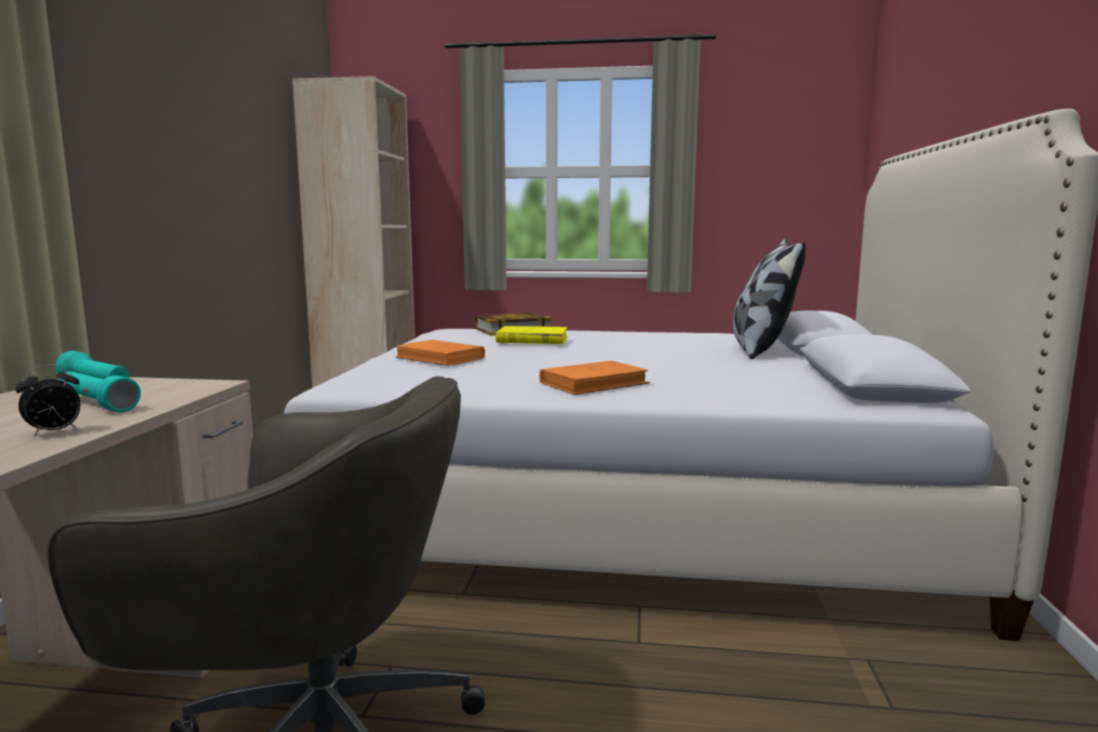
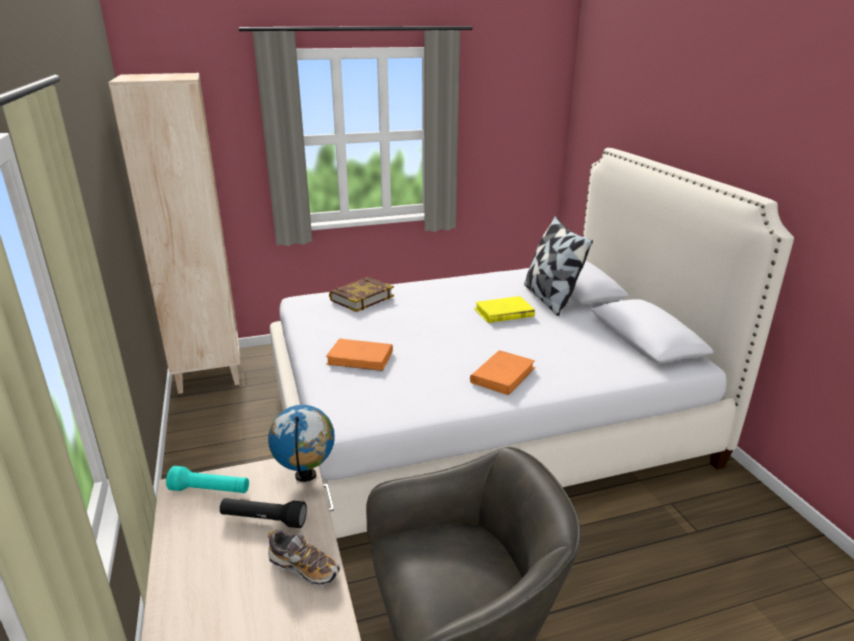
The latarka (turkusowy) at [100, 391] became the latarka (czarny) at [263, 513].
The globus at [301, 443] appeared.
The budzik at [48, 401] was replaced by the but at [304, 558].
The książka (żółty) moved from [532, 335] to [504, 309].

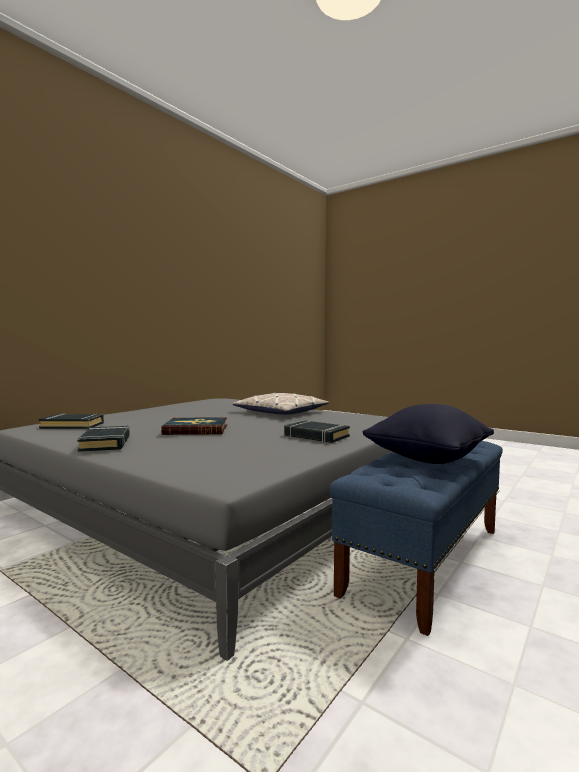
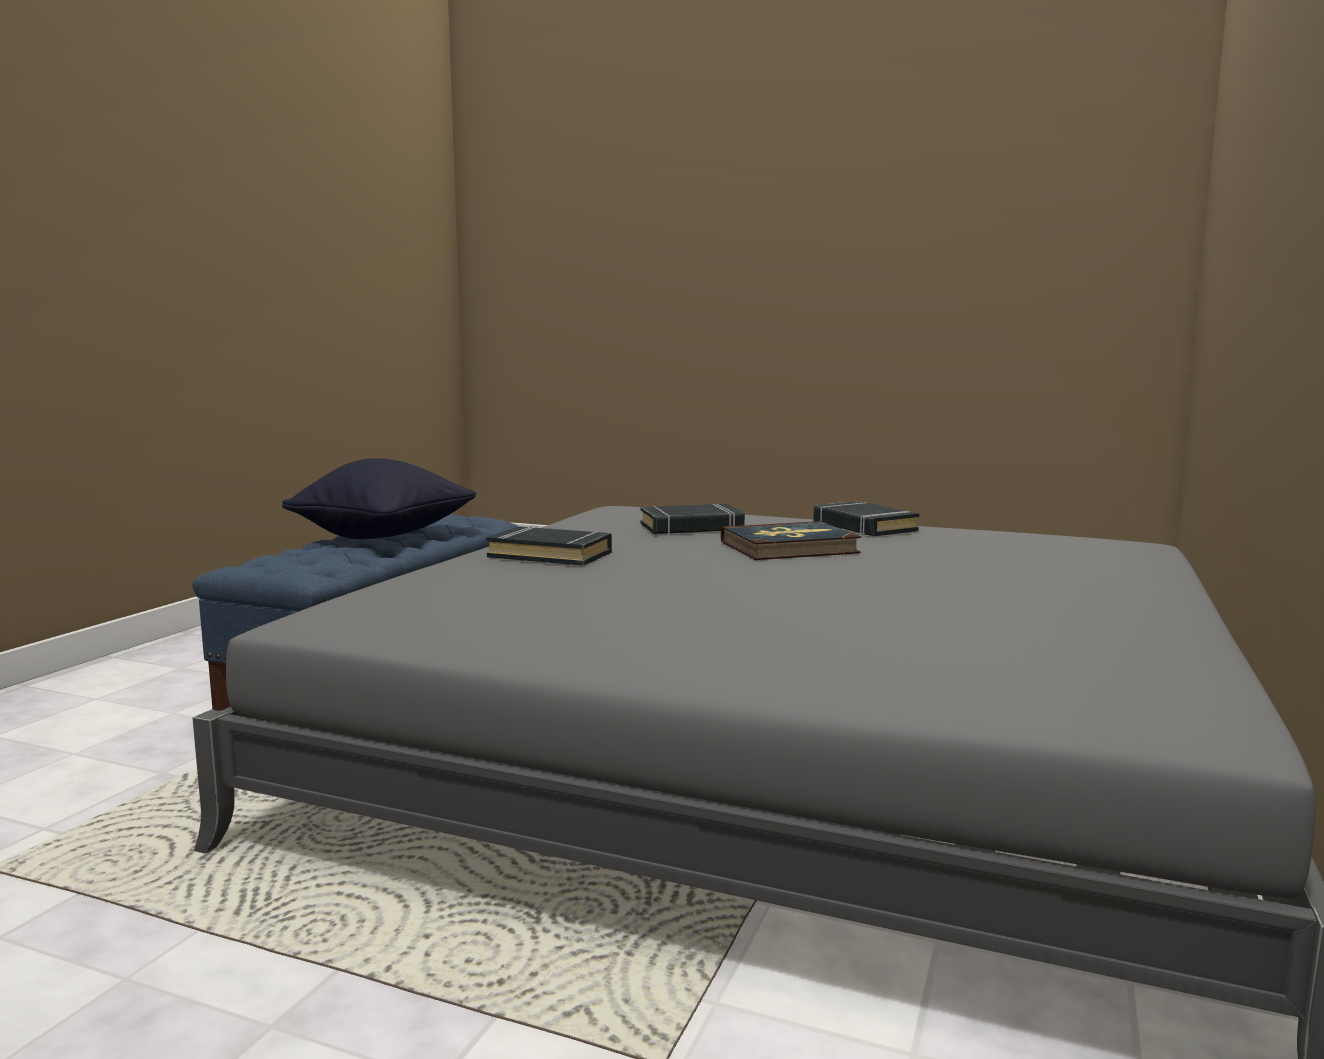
The książka (czarny) moved from [71, 421] to [693, 519].
The poduszka at [281, 404] disappeared.

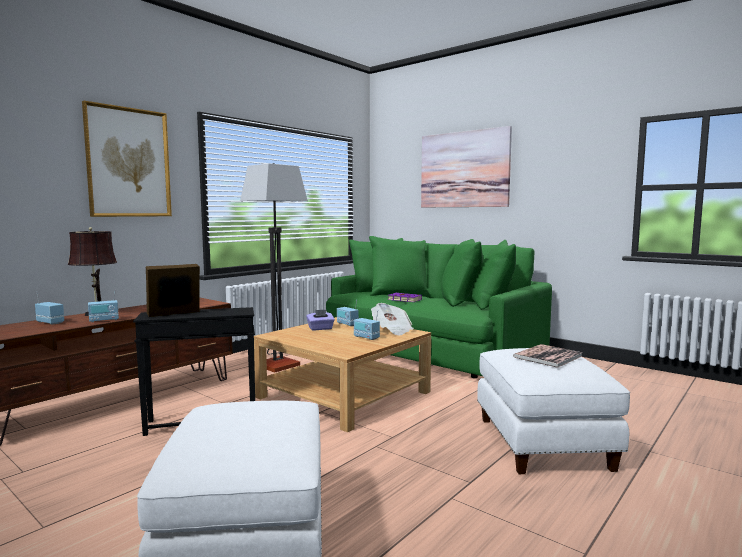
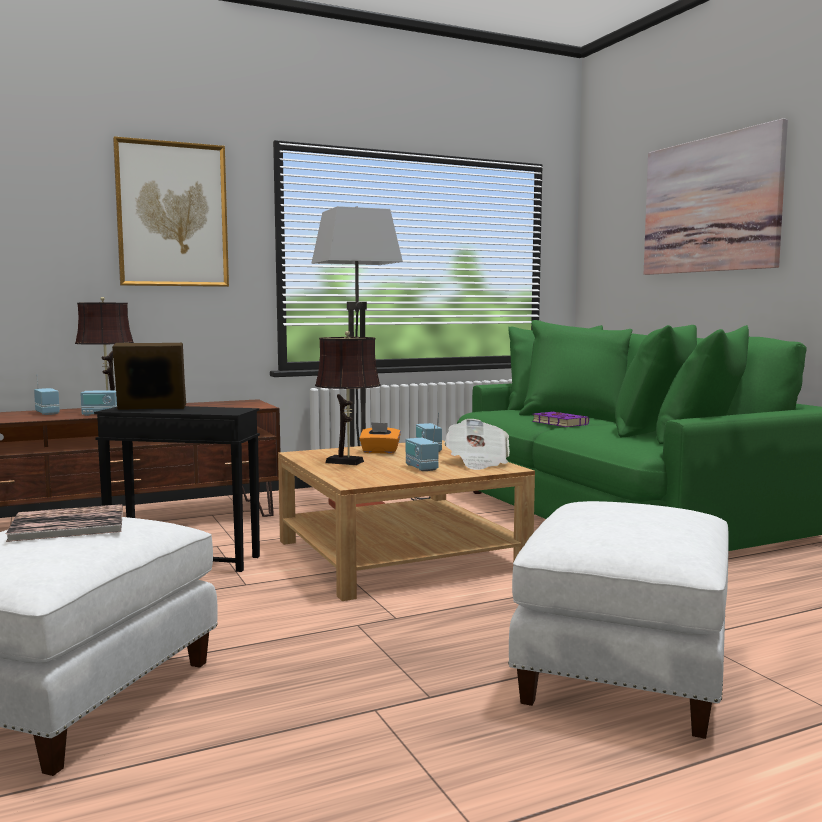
The książka moved from [548, 356] to [64, 523].
The lampa stołowa (brązowy) at [348, 398] appeared.
The pudełko chusteczek (fioletowy) at [320, 319] became the pudełko chusteczek (pomarańczowy) at [380, 438].

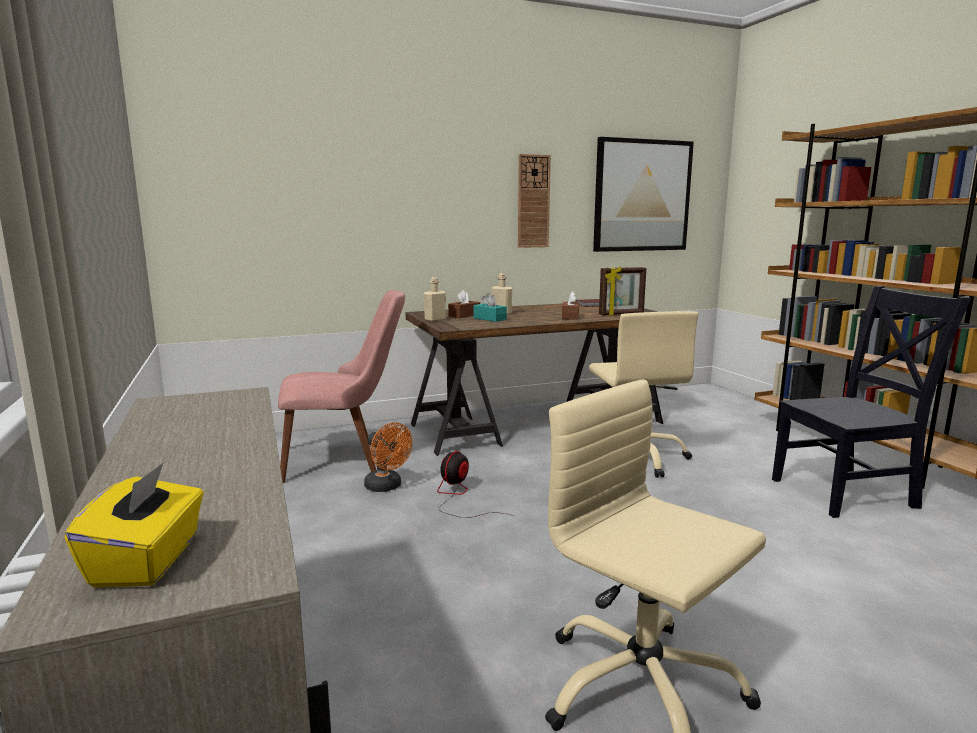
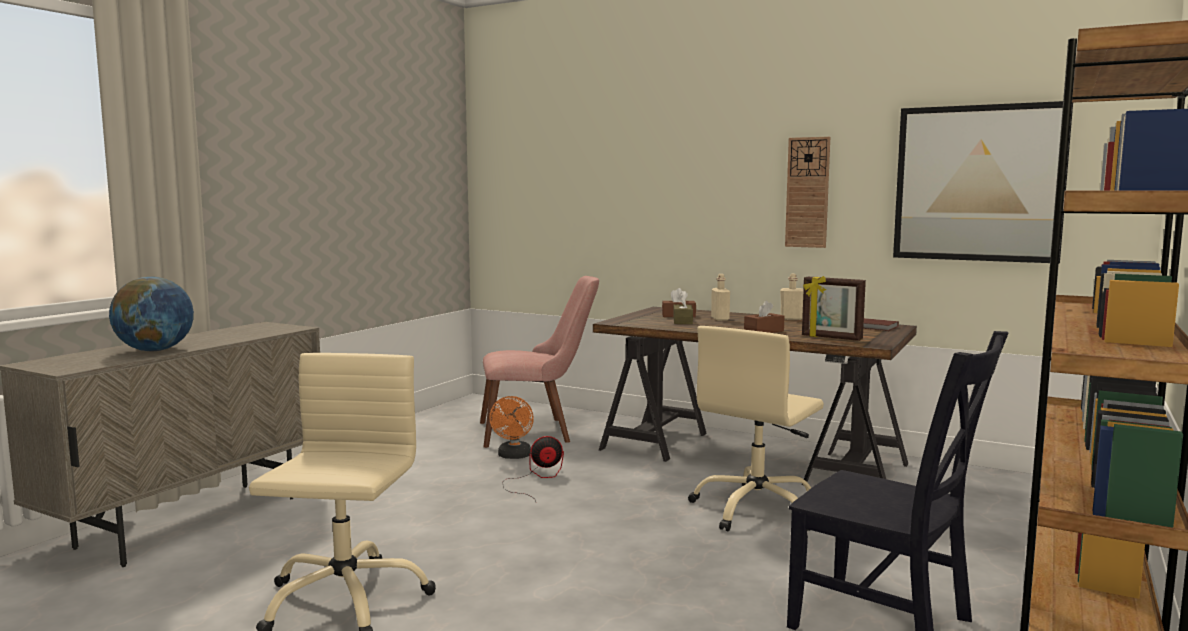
The globus at [151, 314] appeared.
The krzesło (różowy) at [341, 386] turned 45 degrees counterclockwise.
The pudełko chusteczek (turkusowy) at [490, 307] became the pudełko chusteczek (brązowy) at [683, 308].
The butelka (beżowy) moved from [435, 299] to [792, 297].
The pudełko chusteczek (żółty) at [134, 525] disappeared.

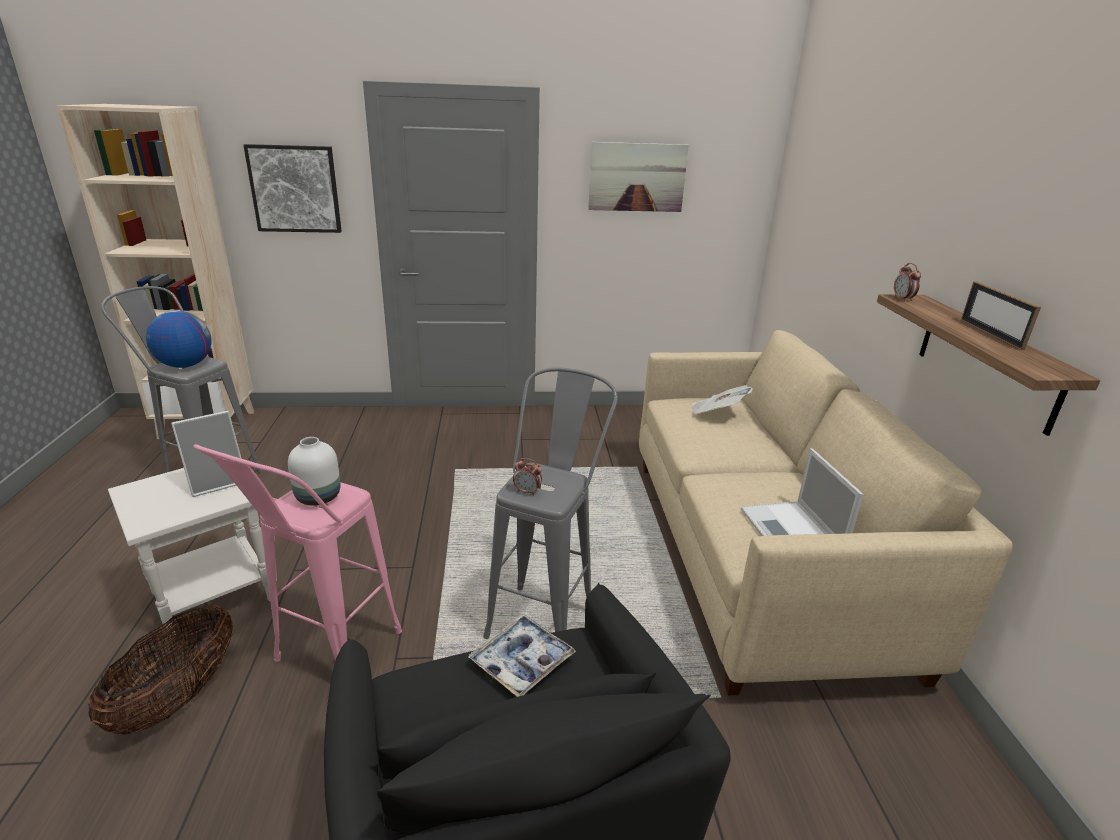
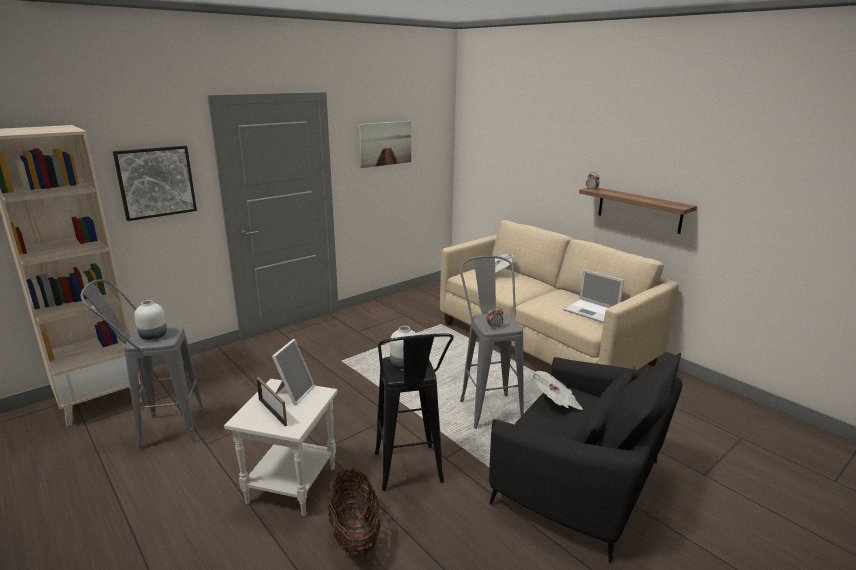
The globus at [179, 339] was replaced by the wazon (biały) at [150, 320].
The ramka na zdjęcie moved from [1001, 315] to [271, 401].
The stołek (różowy) at [297, 553] became the stołek (czarny) at [414, 412].
The taca at [522, 655] was replaced by the gazeta at [557, 390].

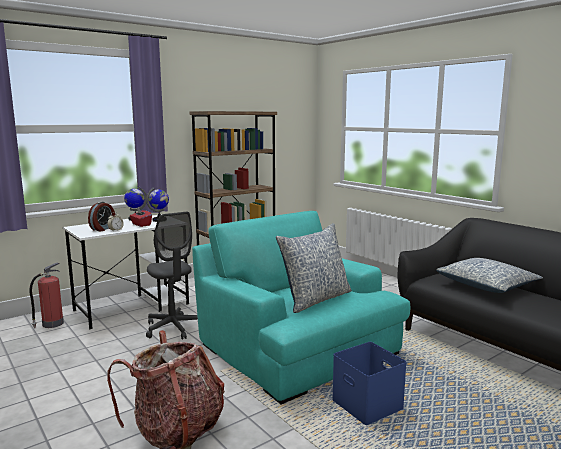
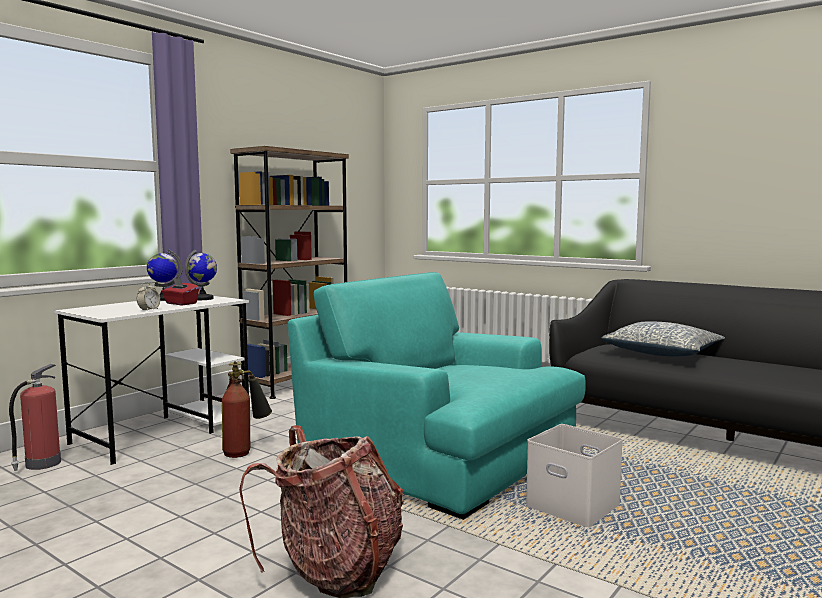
The krzesło biurowe (szary) at [172, 276] was replaced by the gaśnica at [247, 409].
The pojemnik do przechowywania (niebieski) at [370, 383] became the pojemnik do przechowywania (biały) at [574, 475].
The budzik at [102, 216] disappeared.
The poduszka at [314, 268] disappeared.

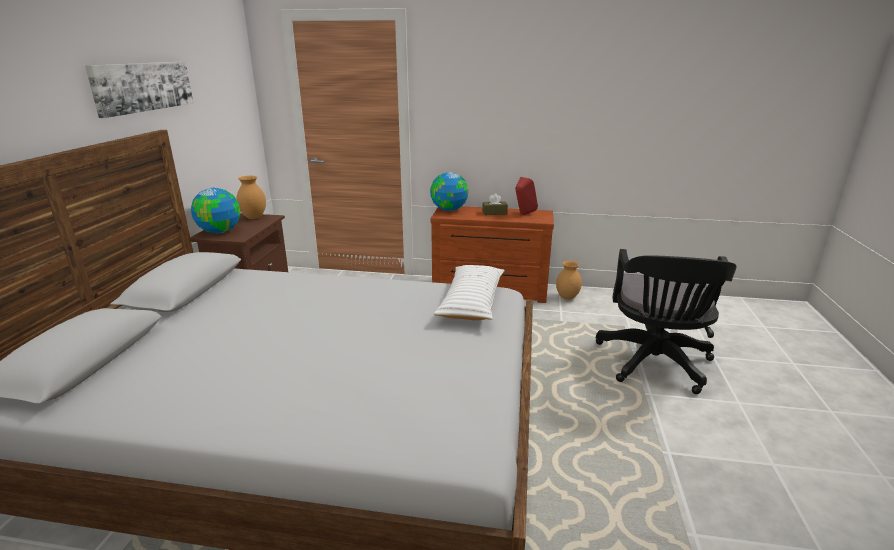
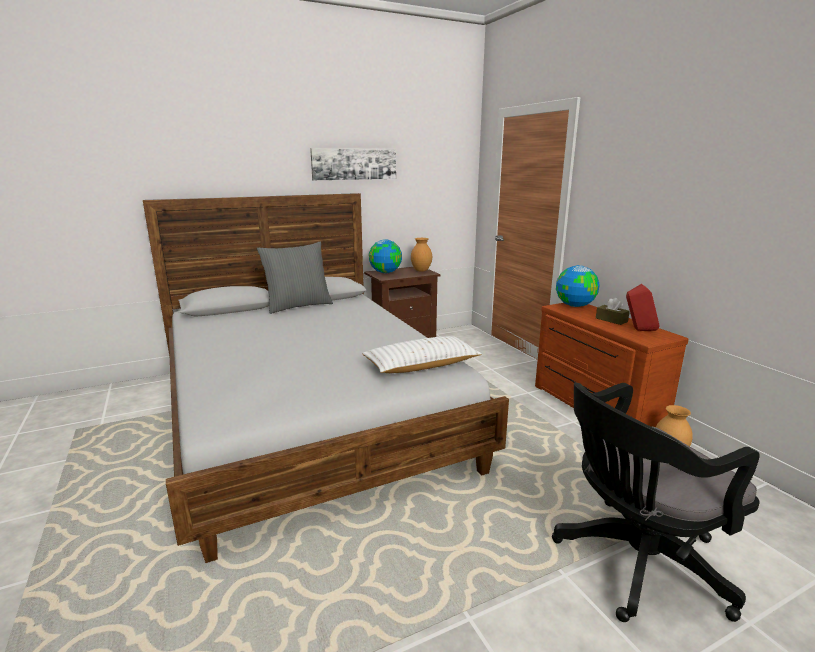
The poduszka (szary) at [295, 278] appeared.

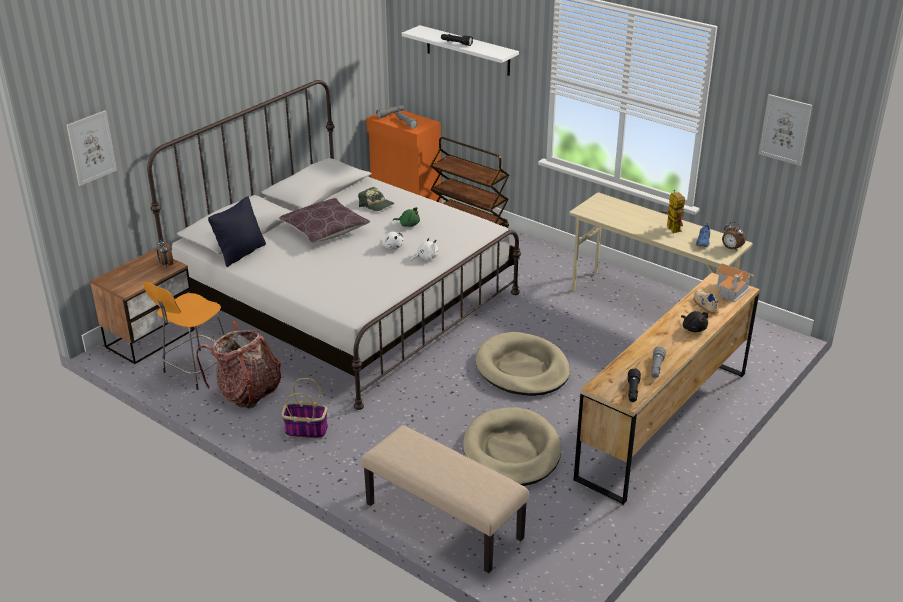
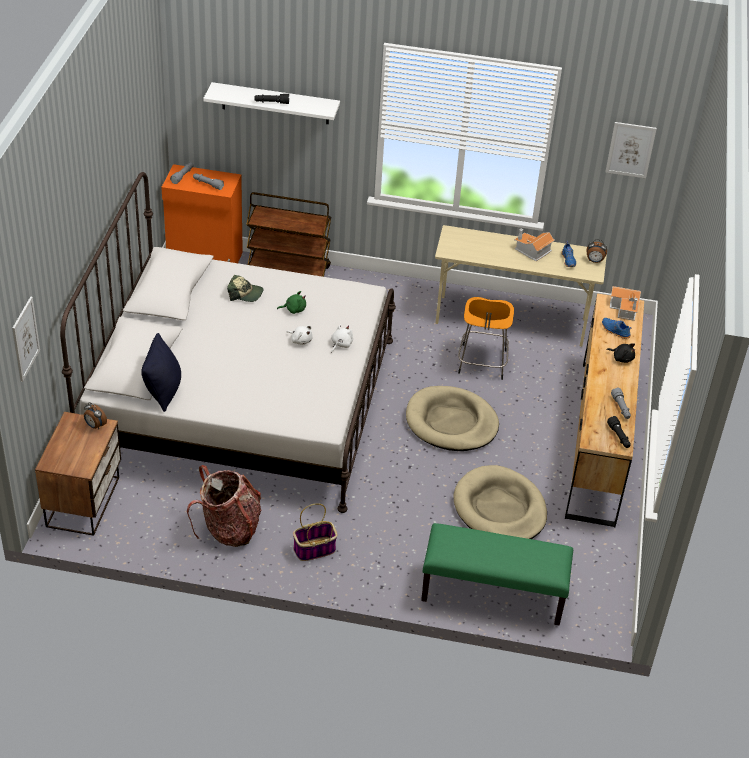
The ławka (beżowy) at [445, 499] became the ławka (zielony) at [497, 574].
The stołek (pomarańczowy) moved from [184, 336] to [486, 338].
The robot zabawkowy at [672, 211] was replaced by the domek at [534, 245].
The but (beżowy) at [706, 302] became the but (niebieski) at [616, 328].
The poduszka (brązowy) at [324, 220] disappeared.

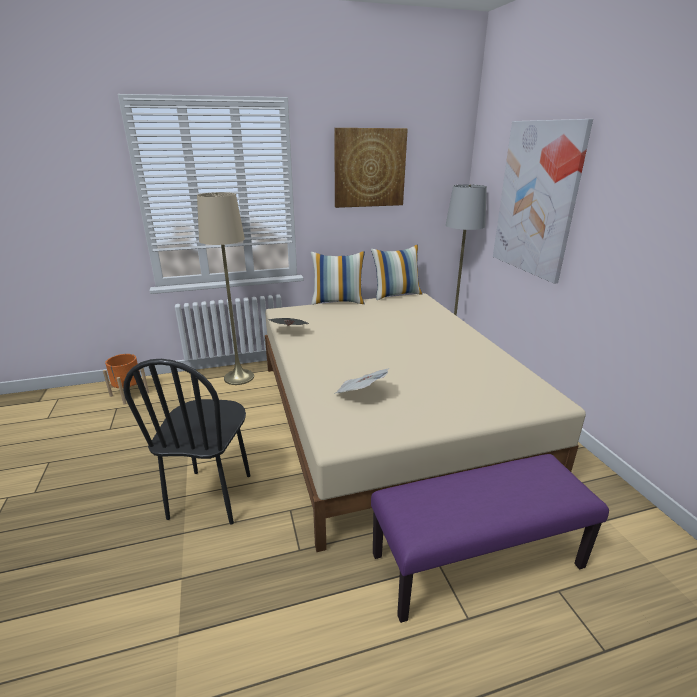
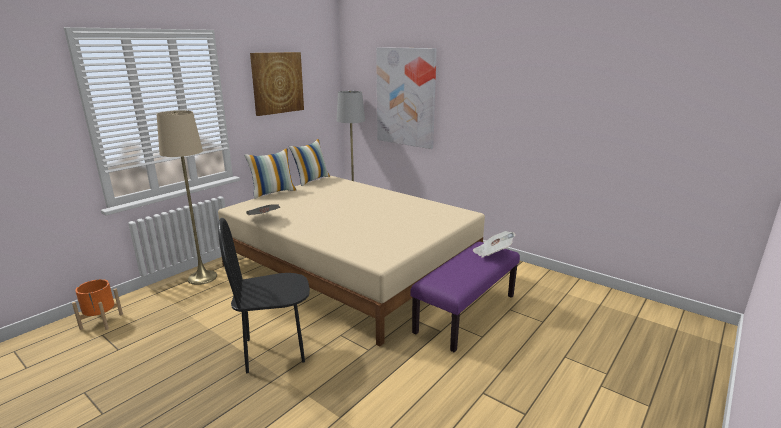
The krzesło (czarny) at [186, 442] turned 105 degrees clockwise.
The gazeta moved from [361, 381] to [494, 244].

